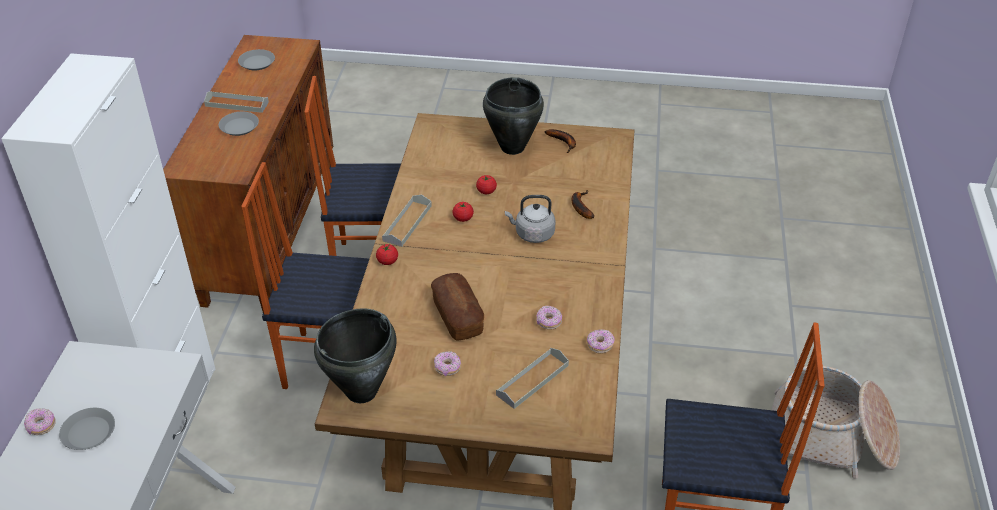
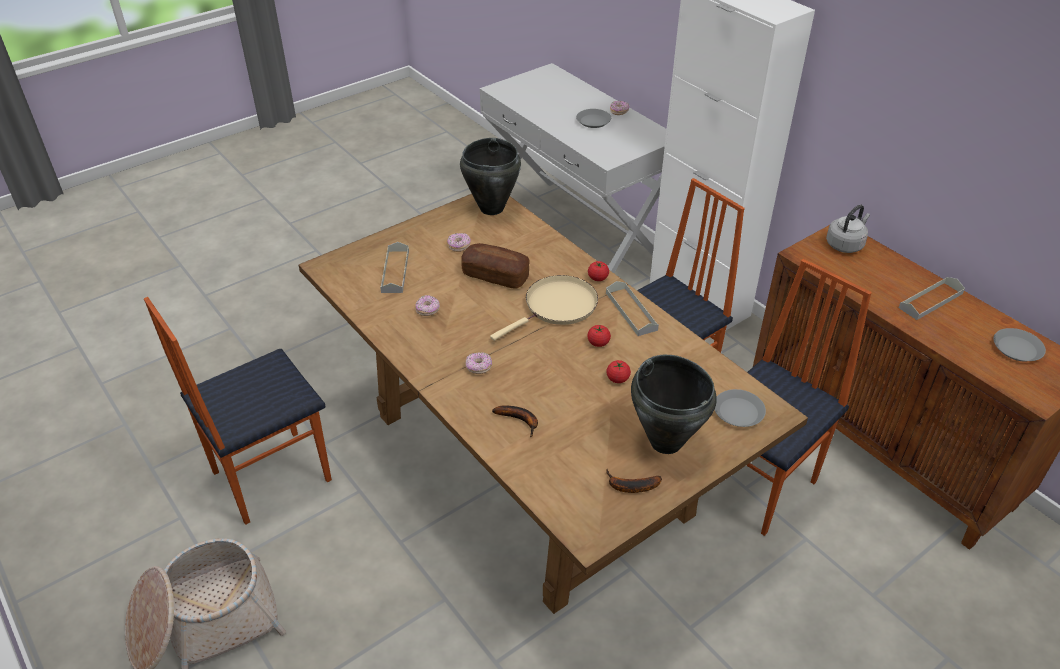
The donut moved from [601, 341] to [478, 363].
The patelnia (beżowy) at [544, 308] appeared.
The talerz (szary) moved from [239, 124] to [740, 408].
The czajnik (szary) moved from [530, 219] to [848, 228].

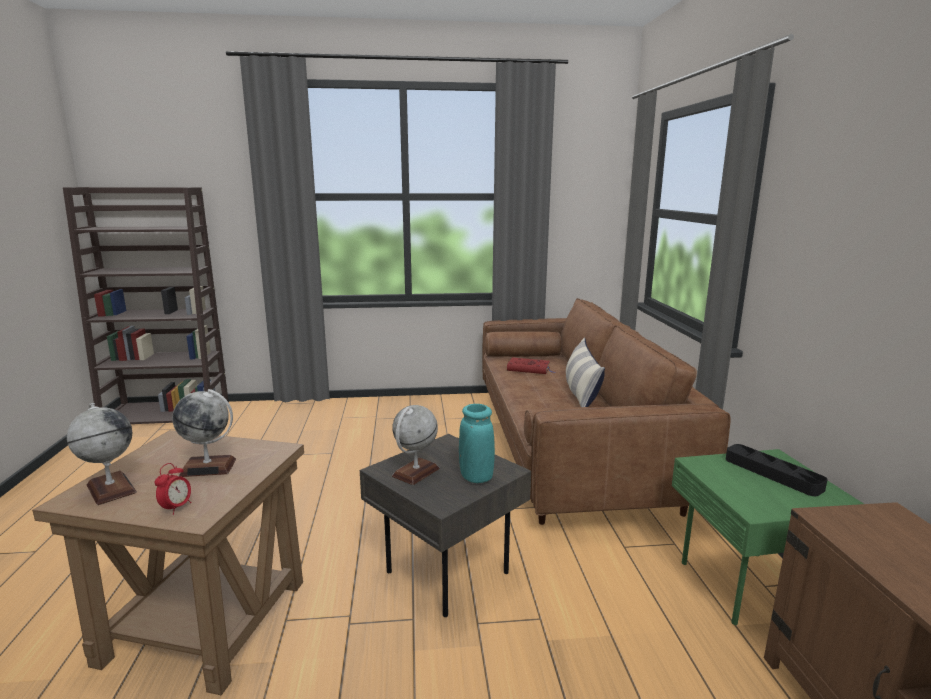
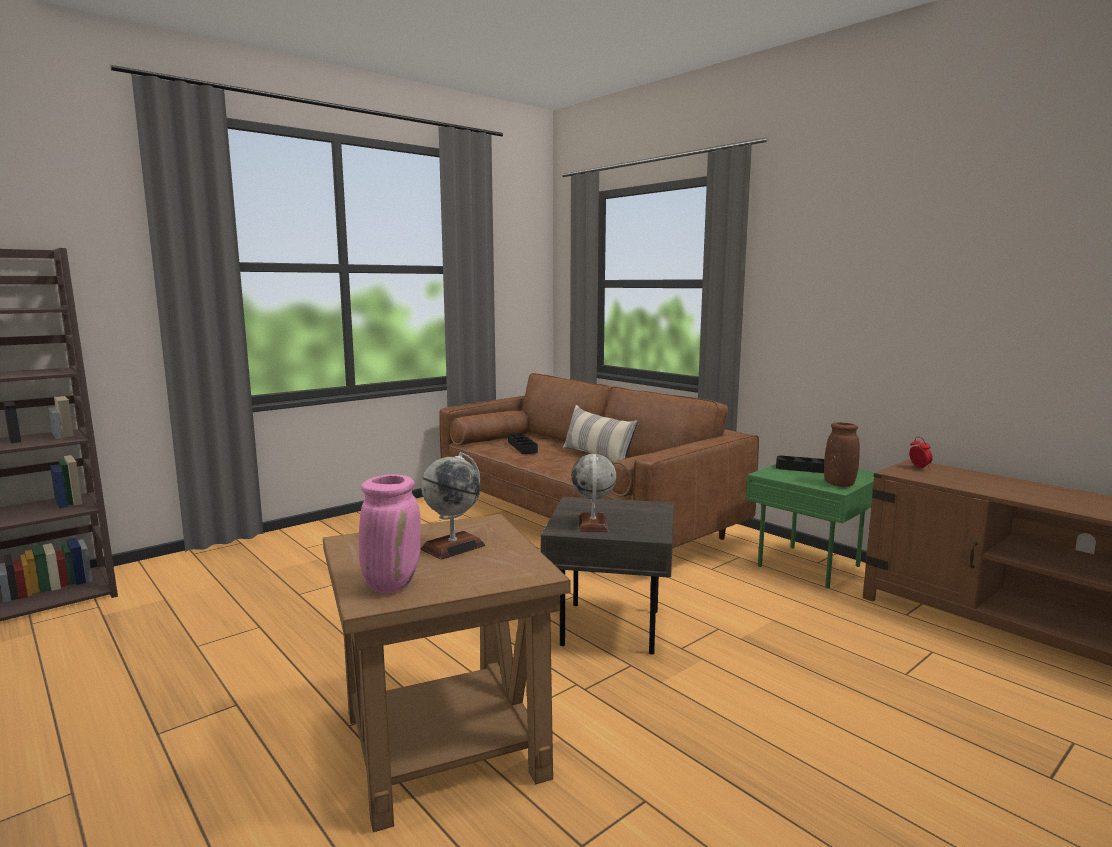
The globus at [102, 454] was replaced by the wazon (różowy) at [390, 533].
The książka (czerwony) at [531, 365] was replaced by the taca (czarny) at [523, 443].
The wazon (brązowy) at [842, 454] appeared.
The budzik moved from [173, 489] to [921, 453].
The wazon (turkusowy) at [477, 443] disappeared.

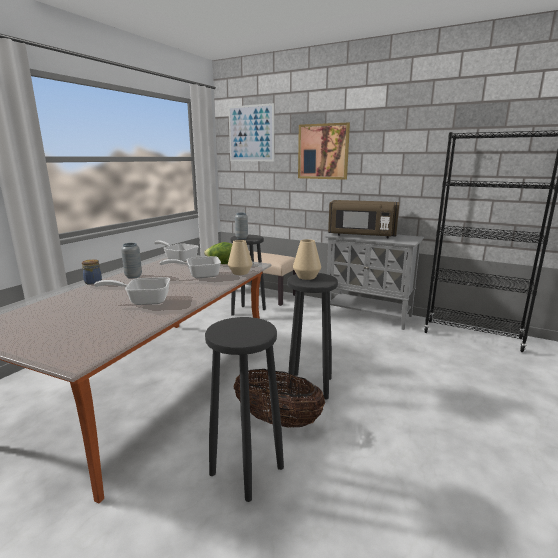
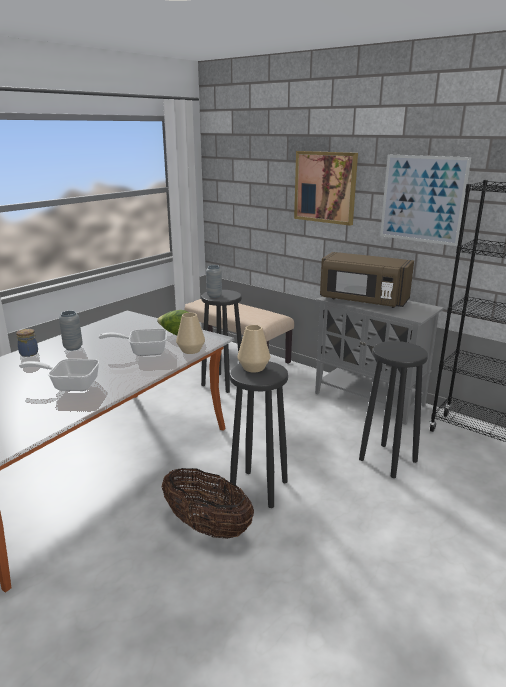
The stołek (czarny) moved from [244, 409] to [393, 409].
The obraz moved from [251, 132] to [425, 200].
The patelnia at [176, 251] disappeared.

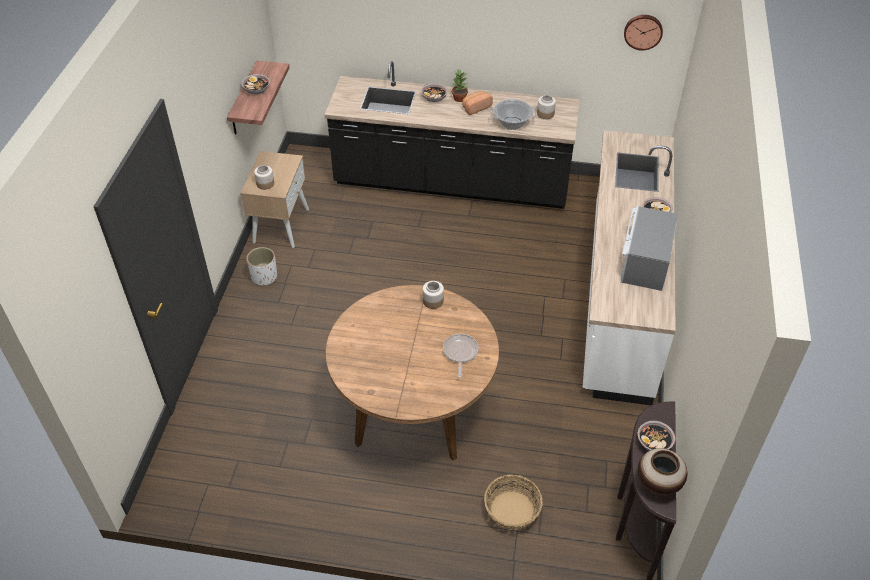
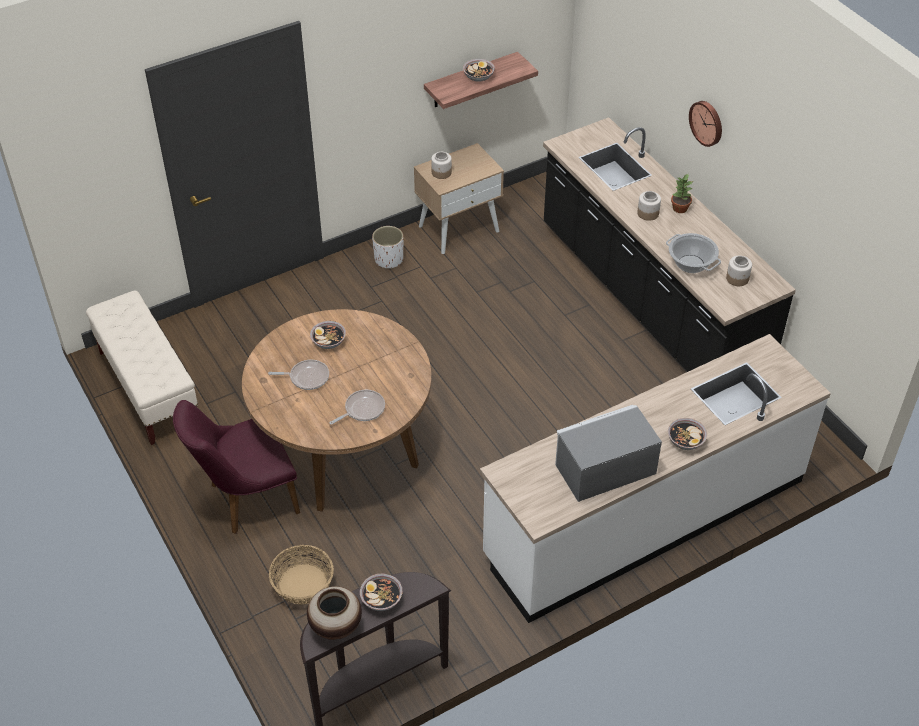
The ławka (beżowy) at [142, 367] appeared.
The krzesło (fioletowy) at [236, 467] appeared.
The patelnia at [298, 375] appeared.
The miska moved from [434, 92] to [328, 335].
The słoik moved from [433, 295] to [649, 206].
The zegar ścienny moved from [643, 33] to [705, 124].
The chleb at [477, 103] disappeared.

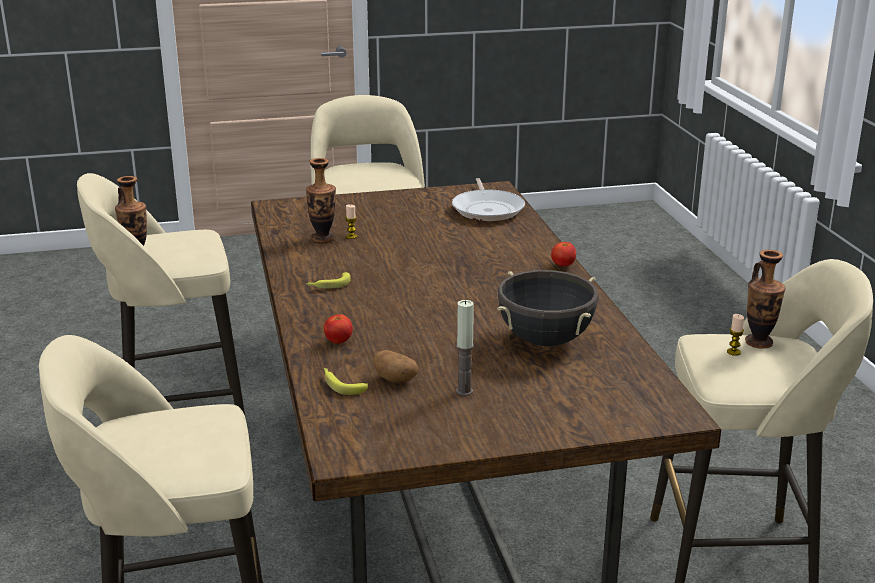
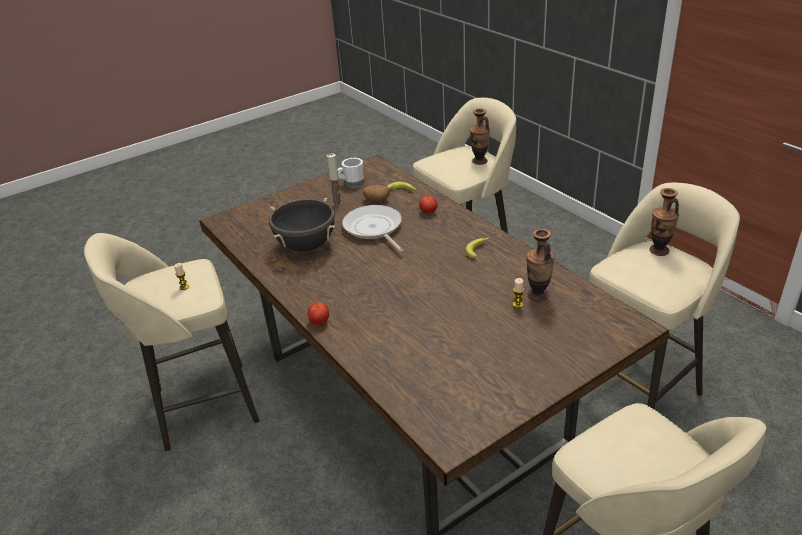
The kubek (biały) at [351, 173] appeared.
The patelnia moved from [488, 199] to [373, 229].
The wazon moved from [765, 299] to [480, 136].

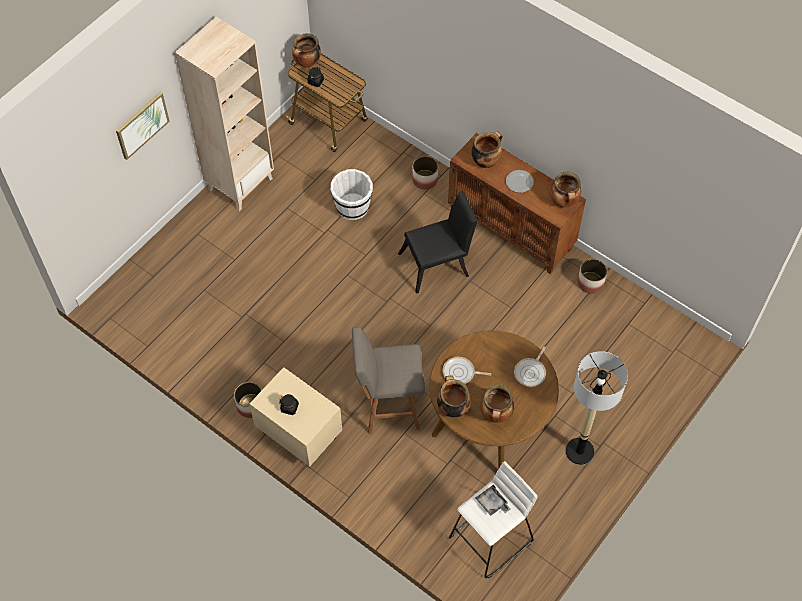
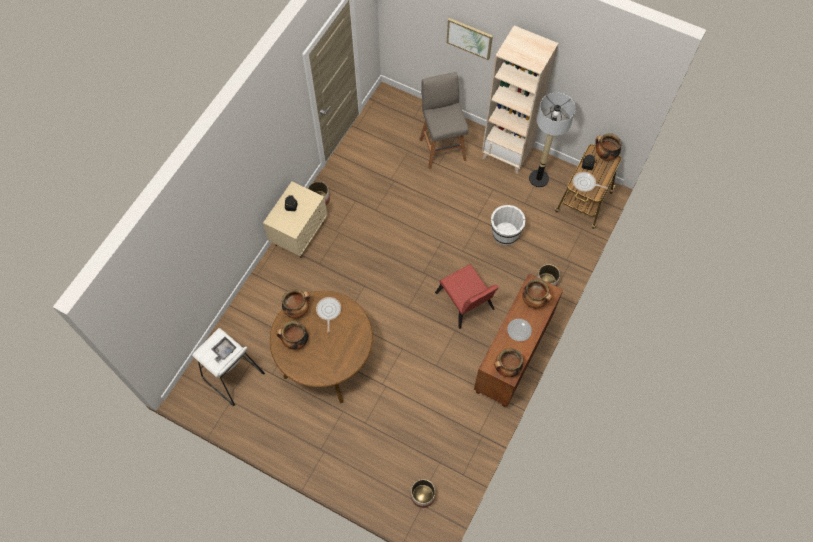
The donica moved from [592, 276] to [423, 493].
The stołek (szary) moved from [388, 380] to [444, 120].
The krzesło (czarny) at [438, 242] became the krzesło (czerwony) at [467, 296].
The lampa stojąca moved from [597, 408] to [552, 140].
The patelnia moved from [530, 367] to [590, 182].

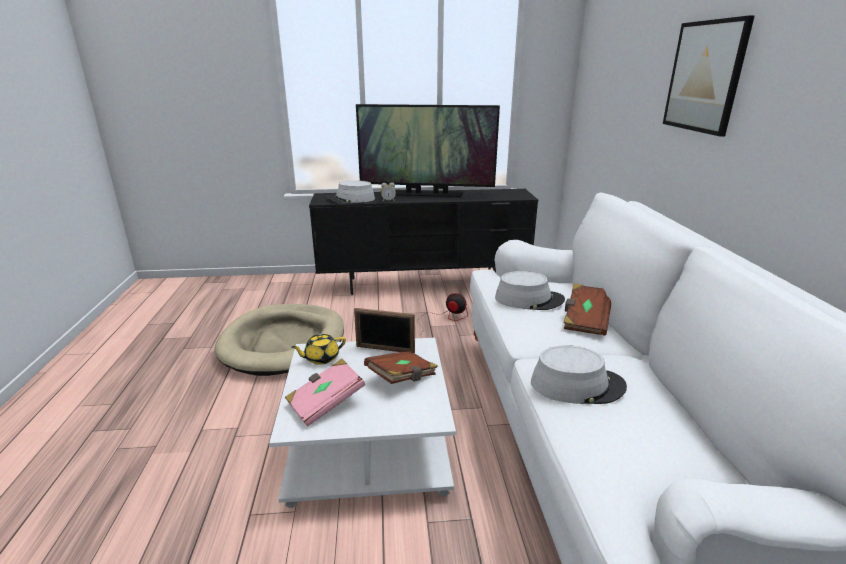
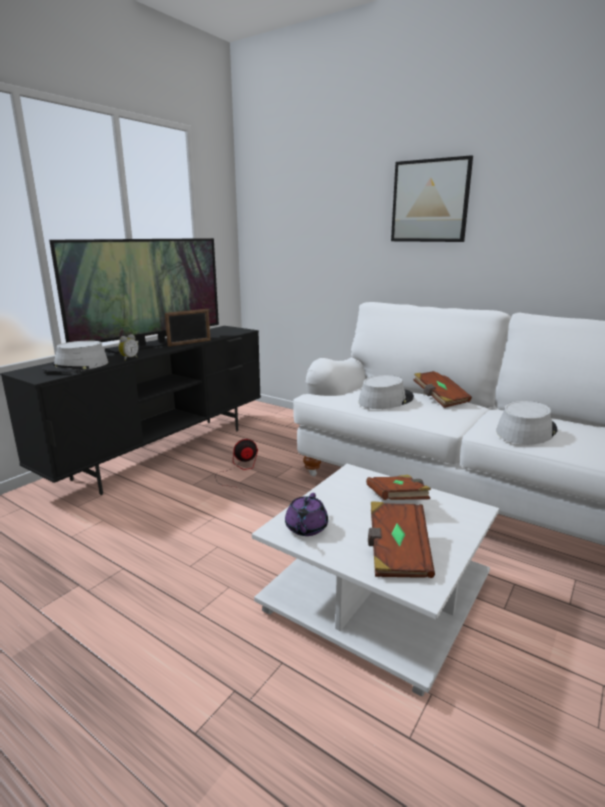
The ramka na zdjęcie moved from [384, 330] to [188, 328].
The imbryk (żółty) at [318, 349] became the imbryk (fioletowy) at [306, 514].
The książka (różowy) at [325, 393] became the książka (brązowy) at [401, 539].
The legowisko (beżowy) at [279, 340] disappeared.

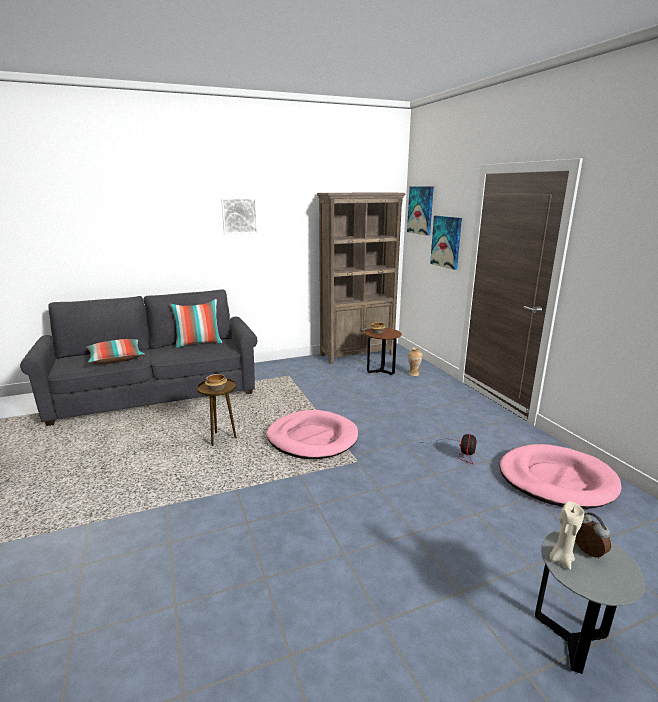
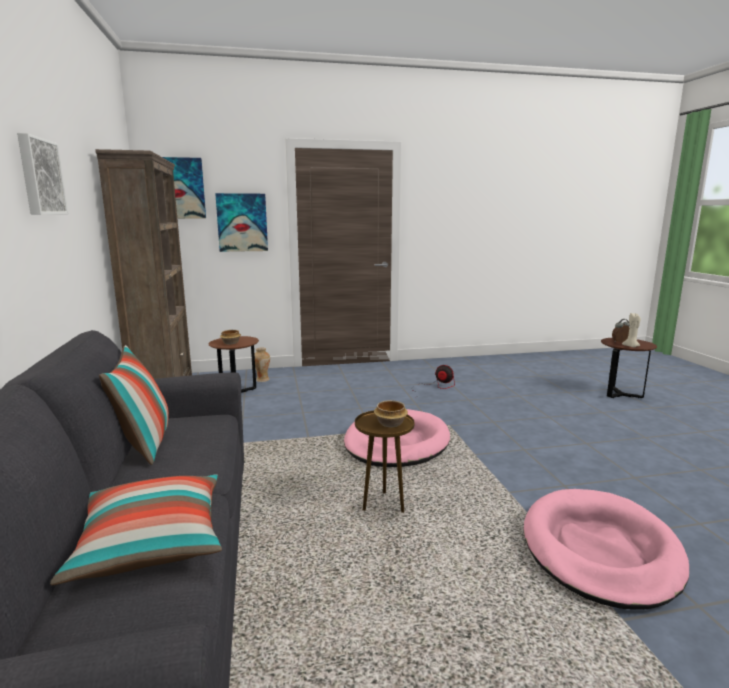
The legowisko (różowy) moved from [560, 476] to [606, 549].
The stolik (szary) at [590, 602] became the stolik (brązowy) at [629, 368].

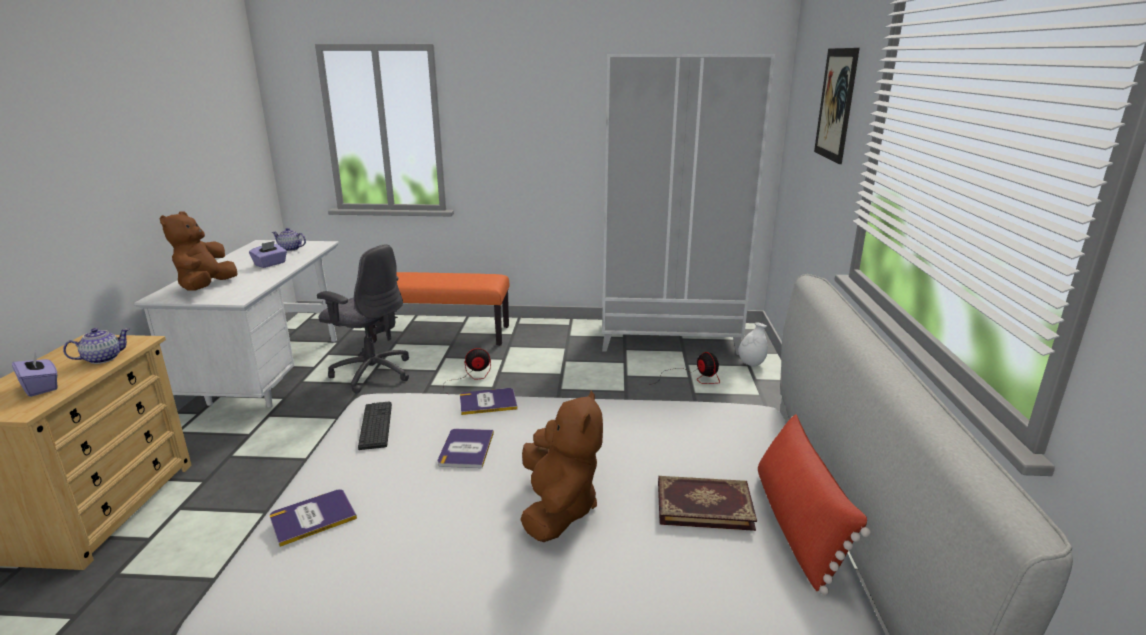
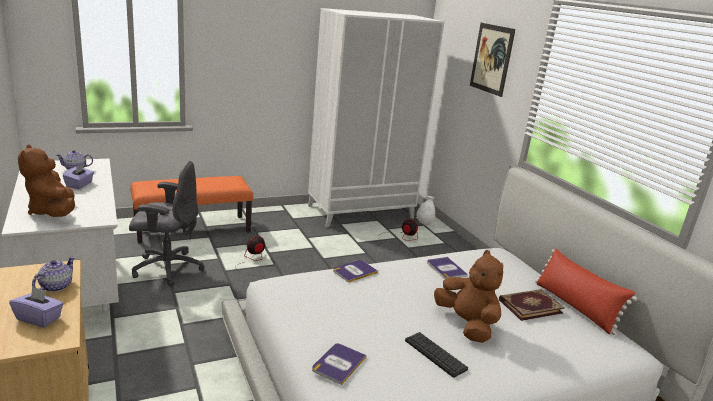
The klawiatura moved from [375, 425] to [436, 355].
The książka moved from [466, 448] to [447, 268].

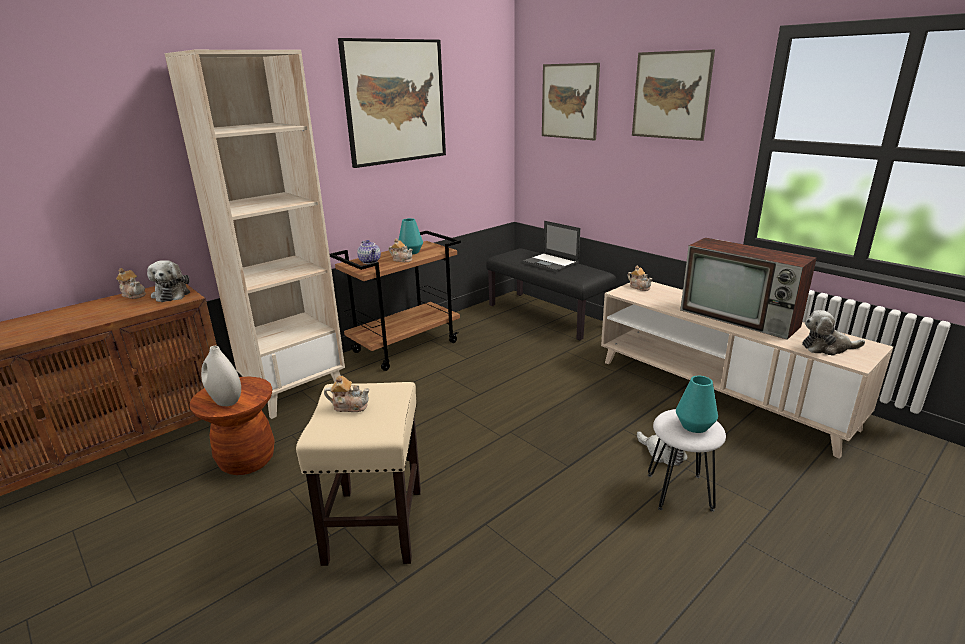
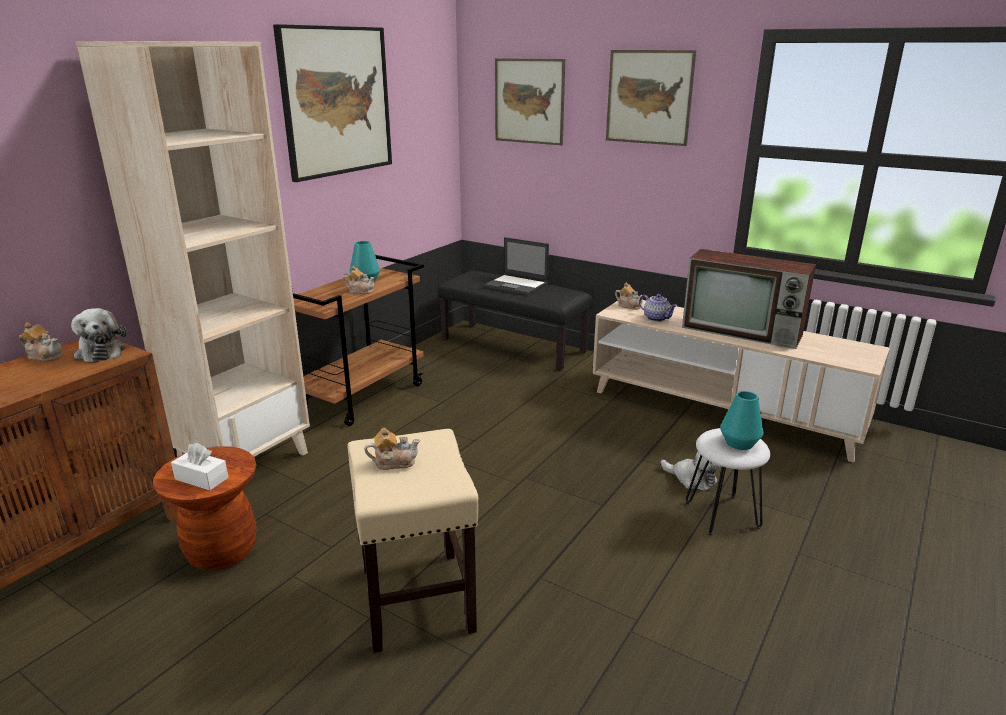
The wazon (biały) at [221, 376] was replaced by the pudełko chusteczek (biały) at [199, 466].
The imbryk moved from [369, 252] to [658, 308].
The pluszak at [833, 333] disappeared.

